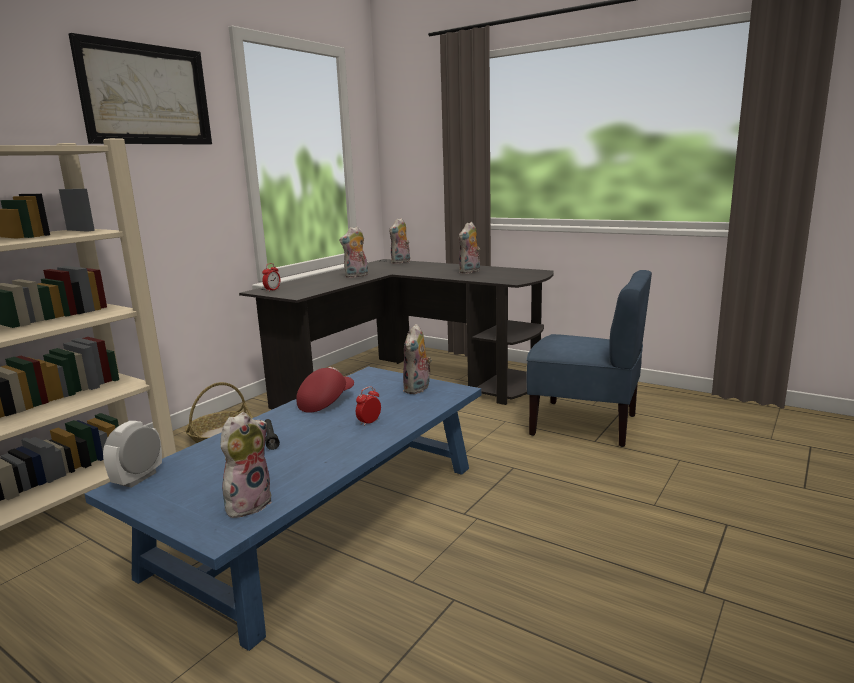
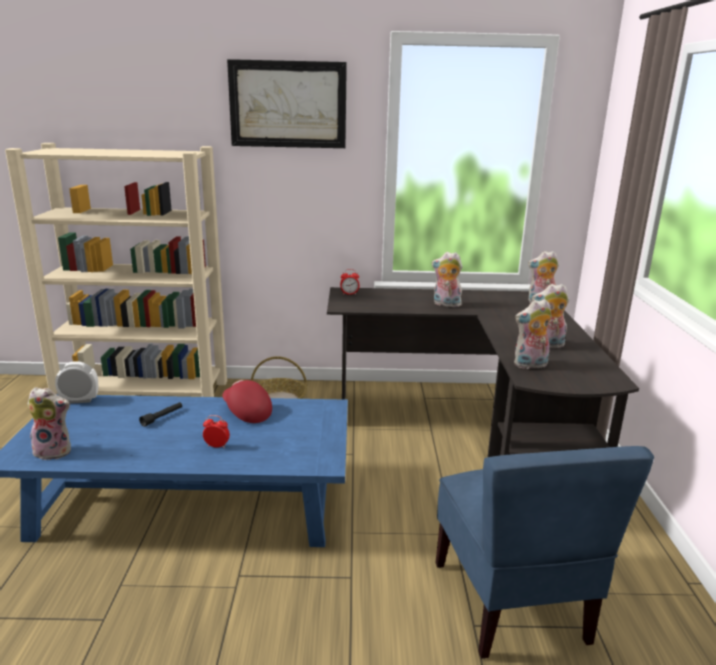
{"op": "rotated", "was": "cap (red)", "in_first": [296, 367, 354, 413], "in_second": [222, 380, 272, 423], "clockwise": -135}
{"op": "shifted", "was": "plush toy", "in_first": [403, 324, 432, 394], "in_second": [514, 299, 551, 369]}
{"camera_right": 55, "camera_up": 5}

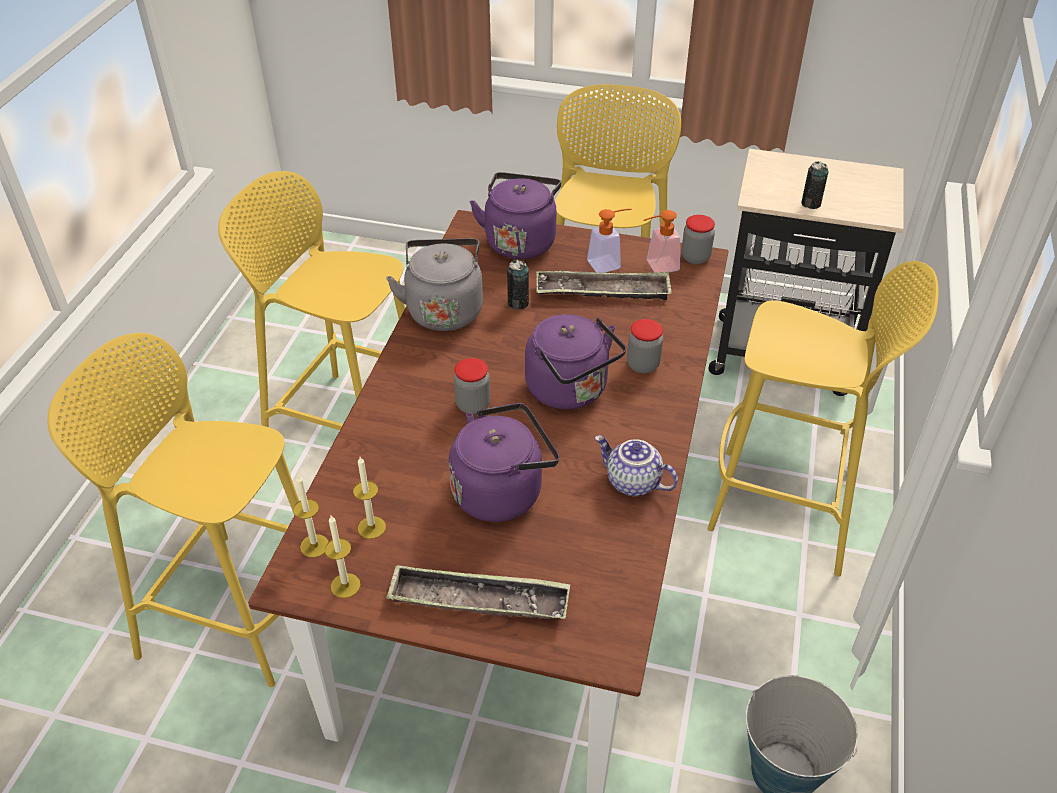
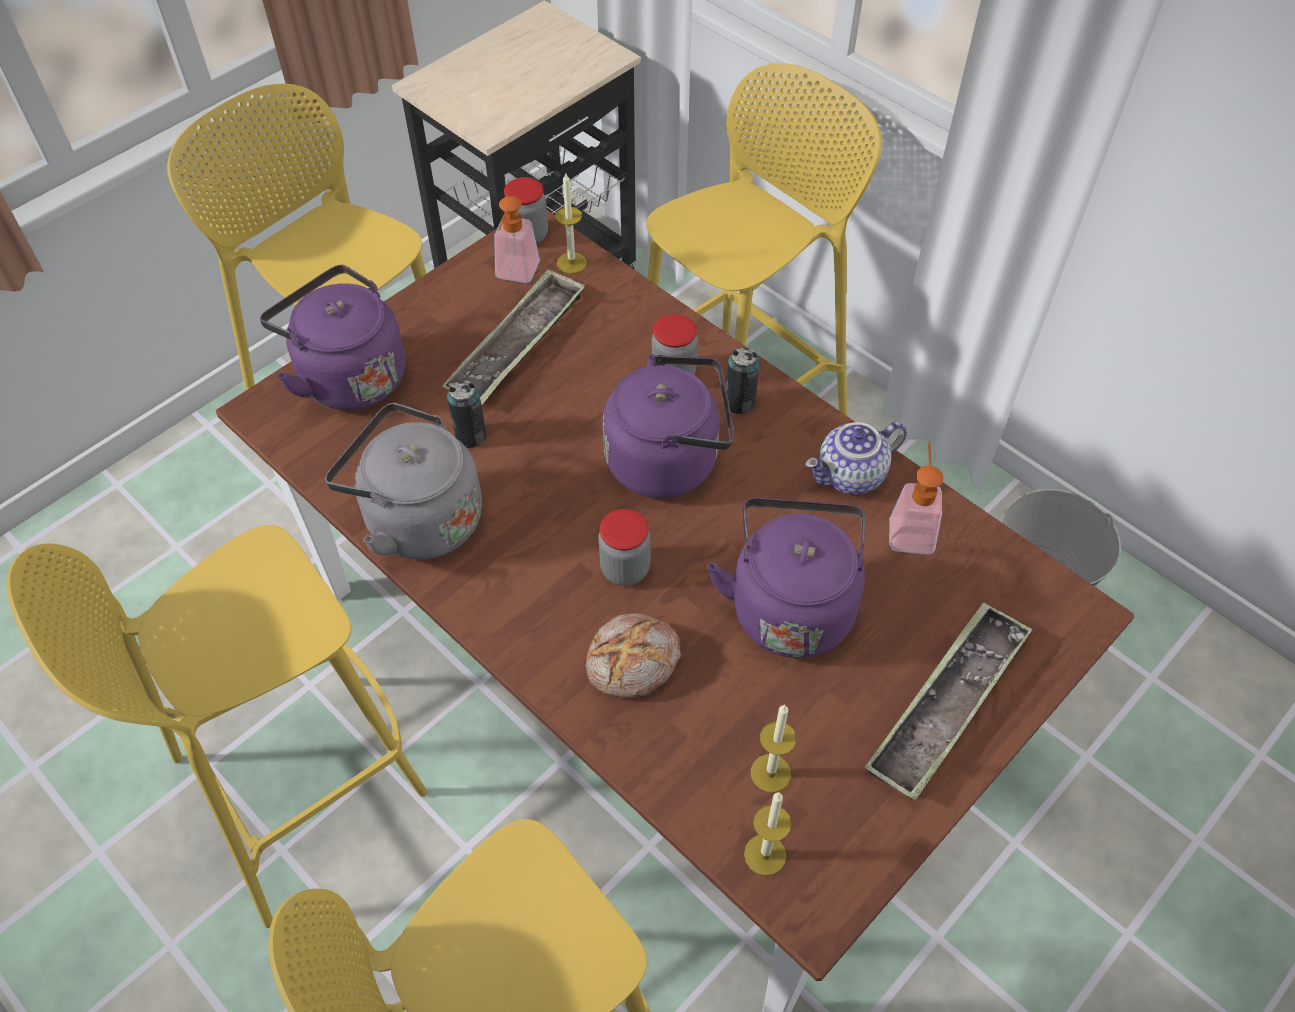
{"op": "shifted", "was": "candle", "in_first": [325, 516, 360, 598], "in_second": [555, 173, 587, 274]}
{"op": "new", "now": "bread", "in_second": [586, 613, 681, 698]}
{"op": "shifted", "was": "can", "in_first": [801, 161, 829, 209], "in_second": [726, 347, 760, 414]}
{"op": "shifted", "was": "soap dispenser", "in_first": [587, 209, 631, 273], "in_second": [889, 442, 944, 555]}
{"camera_right": -60, "camera_up": 10}

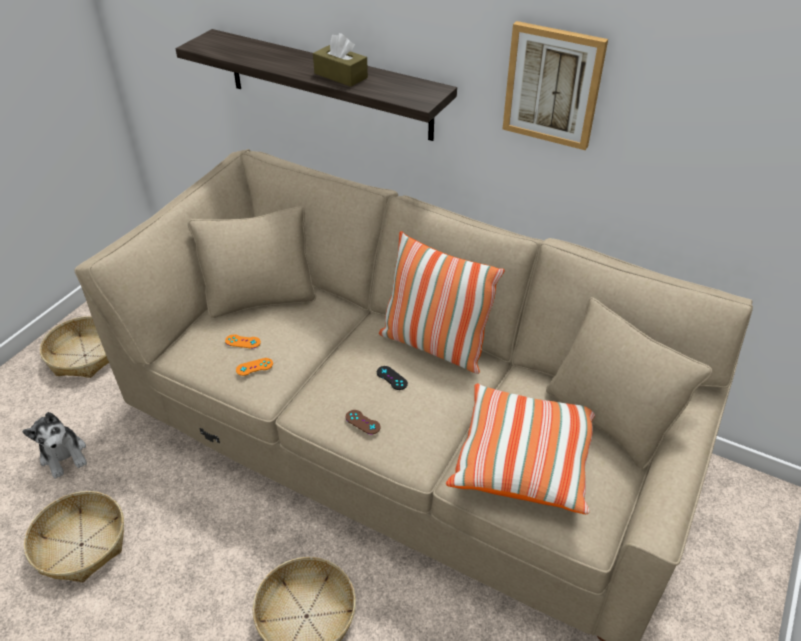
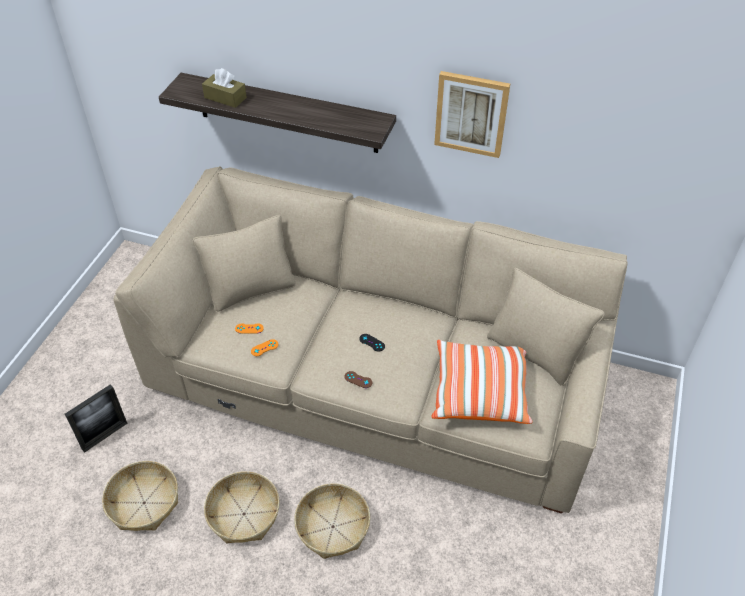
{"op": "swapped", "was": "plush toy", "now": "picture frame", "in_first": [22, 412, 87, 479], "in_second": [65, 384, 127, 453]}
{"op": "shifted", "was": "tissue box (brown)", "in_first": [313, 33, 368, 87], "in_second": [202, 68, 247, 108]}
{"op": "shifted", "was": "basket", "in_first": [40, 316, 109, 378], "in_second": [204, 471, 280, 543]}
{"op": "gone", "was": "pillow", "in_first": [379, 231, 505, 374]}
{"camera_right": -10, "camera_up": 5}

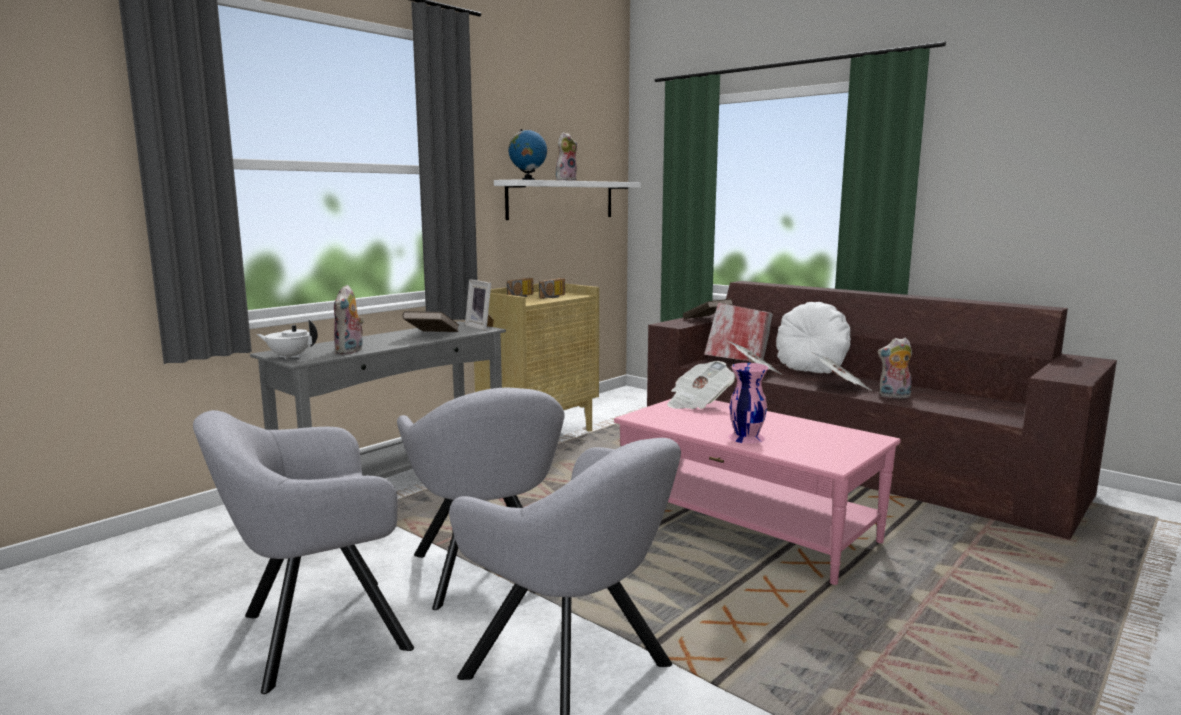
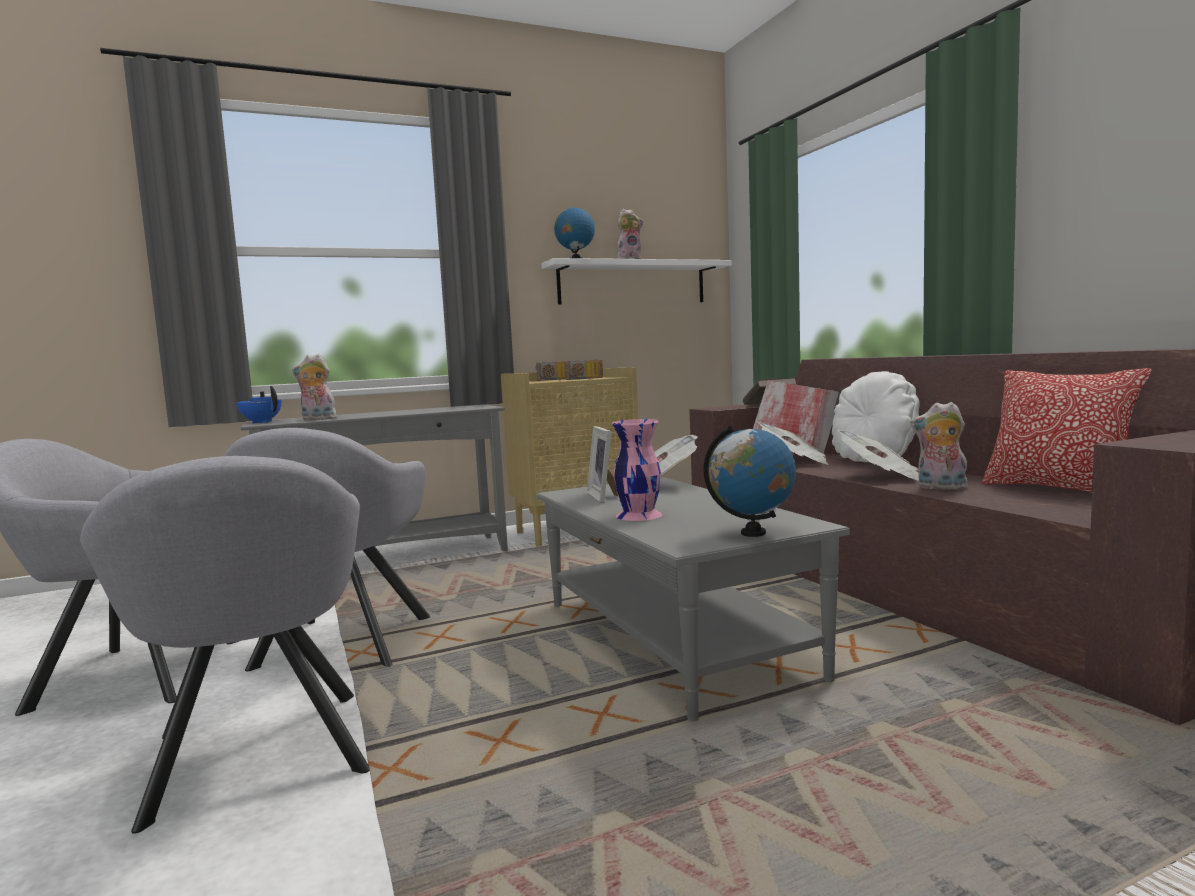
{"op": "repainted", "was": "teapot (white)", "now": "teapot (blue)", "in_first": [257, 320, 318, 359], "in_second": [236, 386, 282, 424]}
{"op": "rotated", "was": "plush toy", "in_first": [334, 285, 364, 355], "in_second": [292, 354, 337, 421], "clockwise": 60}
{"op": "repainted", "was": "coffee table (pink)", "now": "coffee table (grey)", "in_first": [614, 399, 901, 585], "in_second": [537, 477, 850, 721]}
{"op": "shifted", "was": "picture frame", "in_first": [465, 279, 494, 331], "in_second": [587, 426, 618, 503]}
{"op": "new", "now": "globe", "in_second": [704, 426, 796, 537]}
{"op": "new", "now": "pillow", "in_second": [982, 368, 1152, 493]}
{"op": "gone", "was": "book (brown)", "in_first": [402, 311, 459, 332]}
{"camera_right": 25, "camera_up": -5}

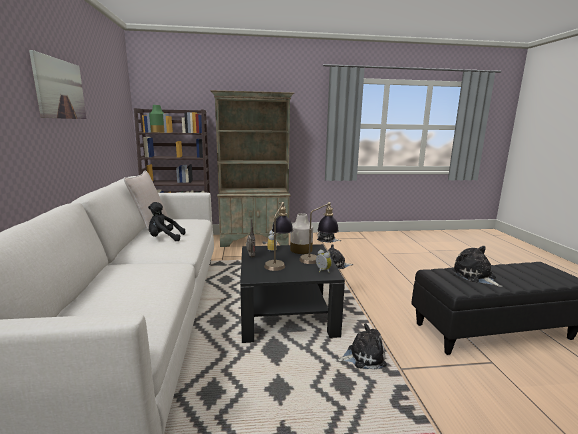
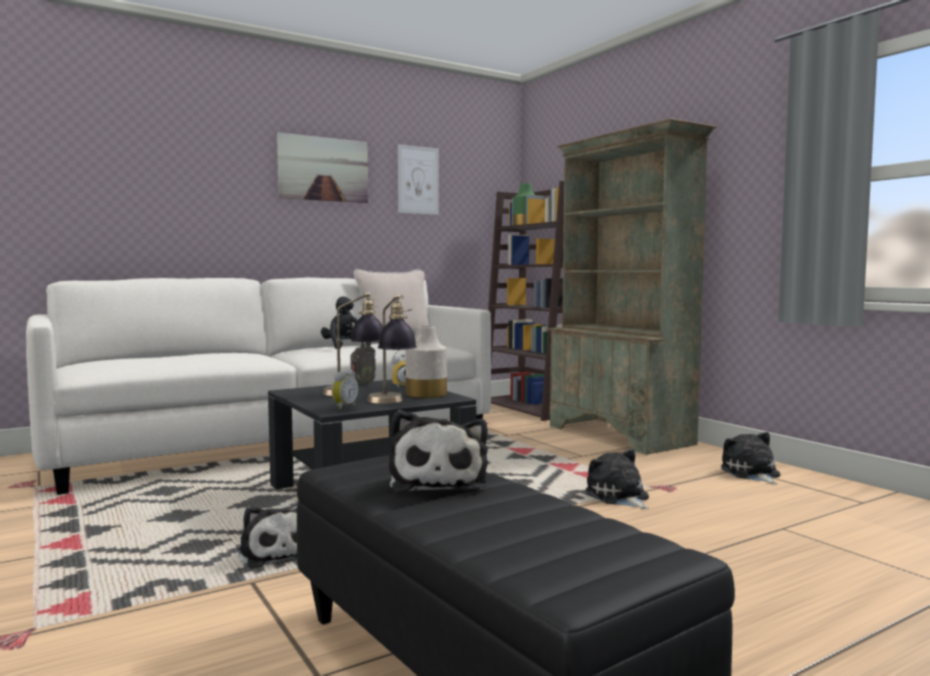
{"op": "rotated", "was": "plush toy", "in_first": [452, 246, 502, 287], "in_second": [389, 410, 488, 493], "clockwise": 135}
{"op": "new", "now": "picture", "in_second": [398, 144, 439, 215]}
{"camera_right": 65, "camera_up": -10}

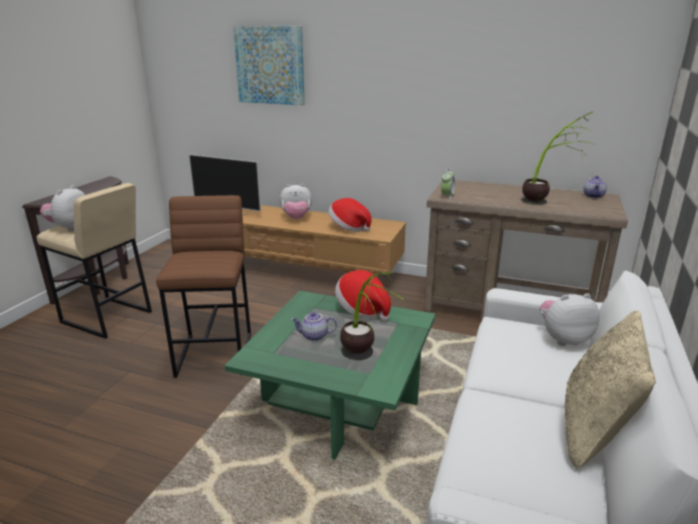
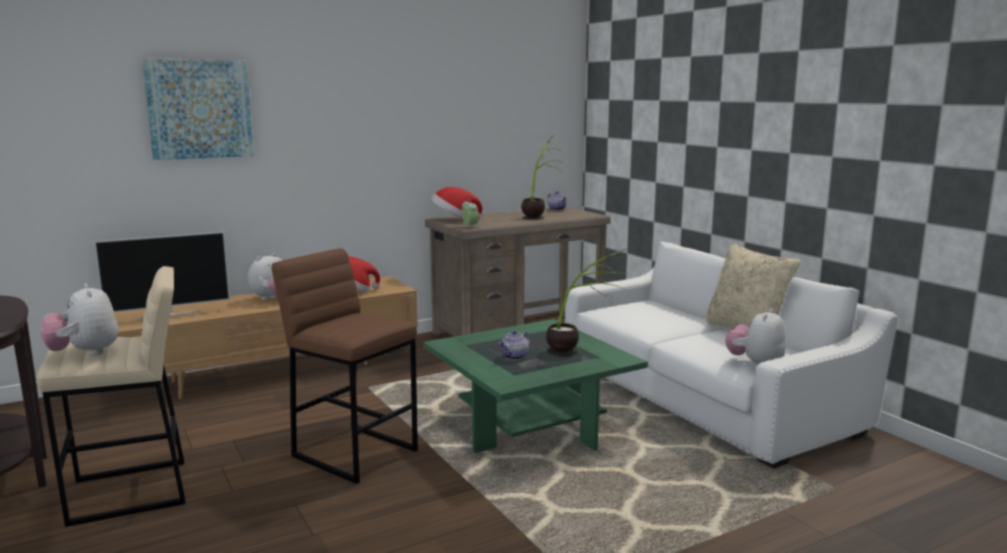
{"op": "shifted", "was": "hat", "in_first": [335, 270, 391, 321], "in_second": [431, 187, 482, 219]}
{"op": "shifted", "was": "plush toy", "in_first": [540, 294, 600, 346], "in_second": [725, 308, 786, 365]}
{"camera_right": -50, "camera_up": -10}

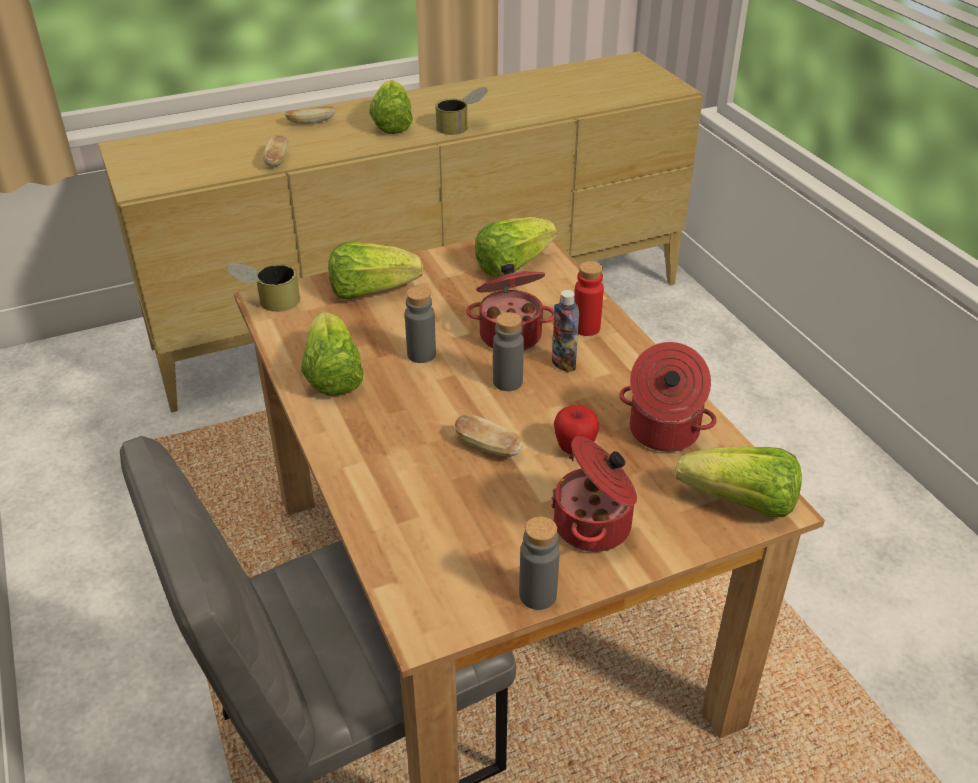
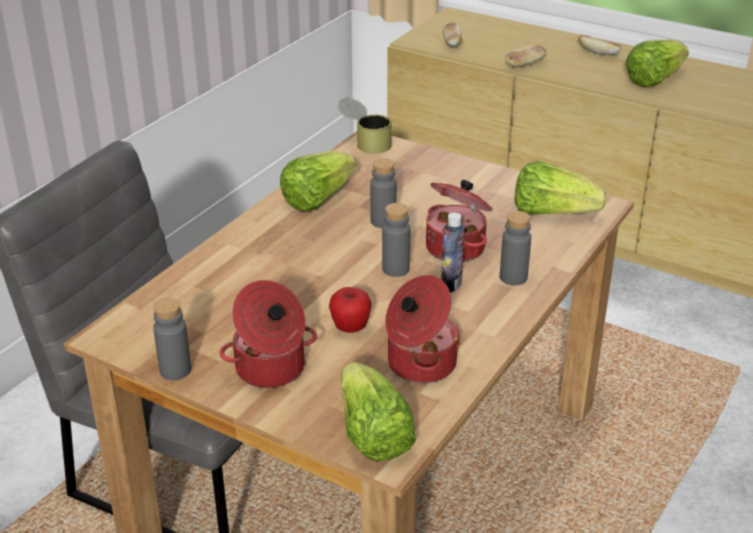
{"op": "shifted", "was": "bread", "in_first": [455, 415, 522, 457], "in_second": [443, 22, 462, 47]}
{"op": "repainted", "was": "bottle (red)", "now": "bottle (grey)", "in_first": [575, 261, 604, 336], "in_second": [500, 211, 531, 285]}
{"op": "gone", "was": "lettuce", "in_first": [328, 242, 423, 300]}
{"op": "gone", "was": "can", "in_first": [435, 87, 487, 135]}
{"camera_right": 55, "camera_up": -5}

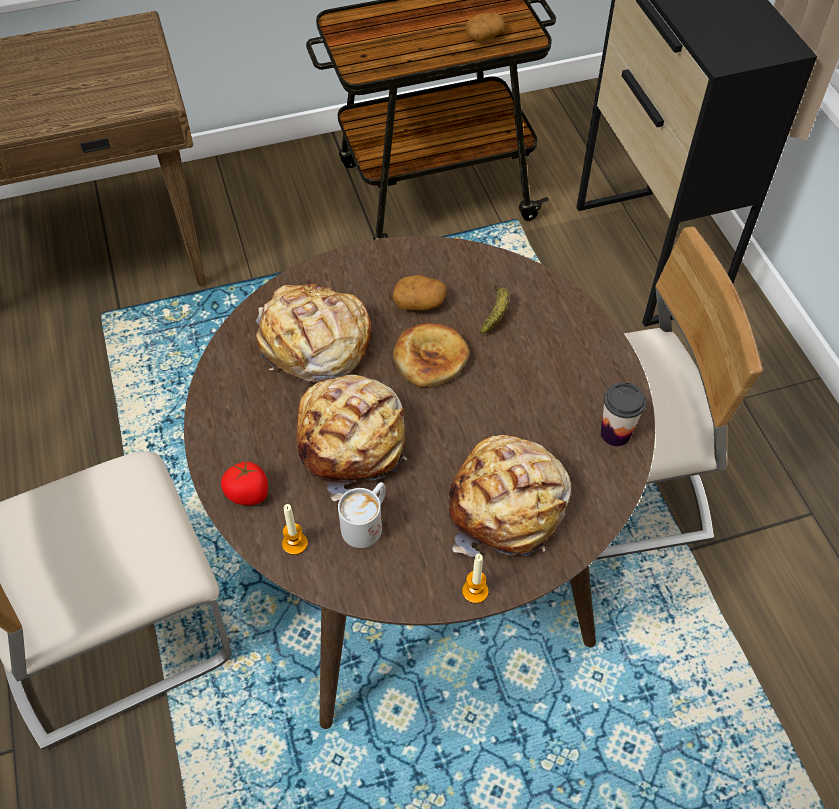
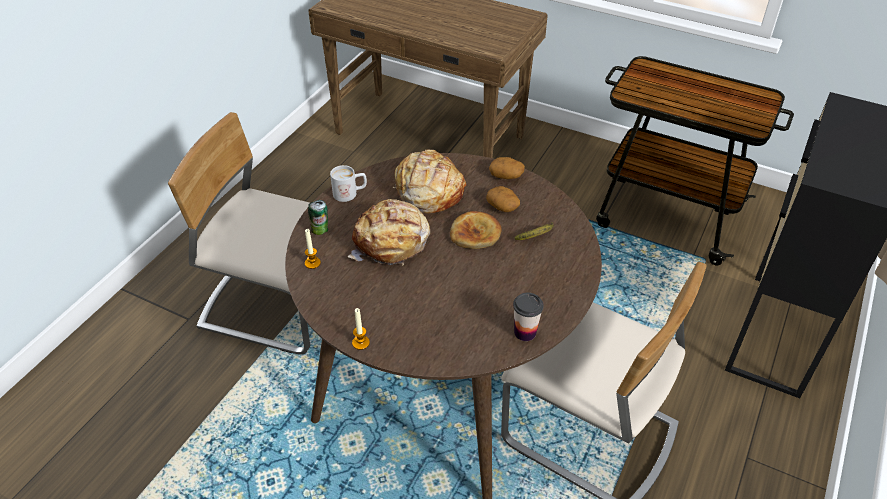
{"op": "swapped", "was": "tomato", "now": "can", "in_first": [221, 460, 268, 505], "in_second": [308, 200, 328, 235]}
{"op": "shifted", "was": "mug (white)", "in_first": [338, 482, 385, 548], "in_second": [330, 165, 367, 202]}
{"op": "shifted", "was": "potato", "in_first": [466, 13, 505, 42], "in_second": [489, 157, 525, 179]}
{"op": "gone", "was": "bread", "in_first": [449, 435, 571, 557]}
{"camera_right": 45, "camera_up": -10}

